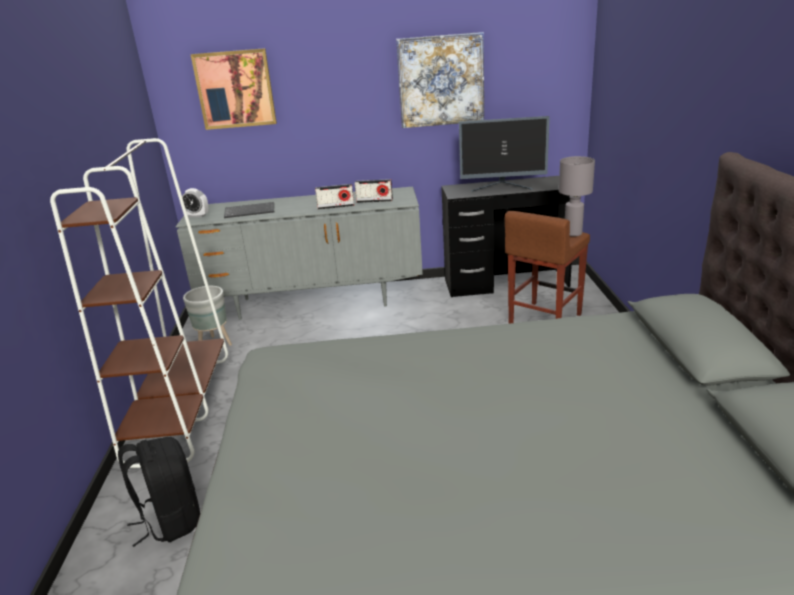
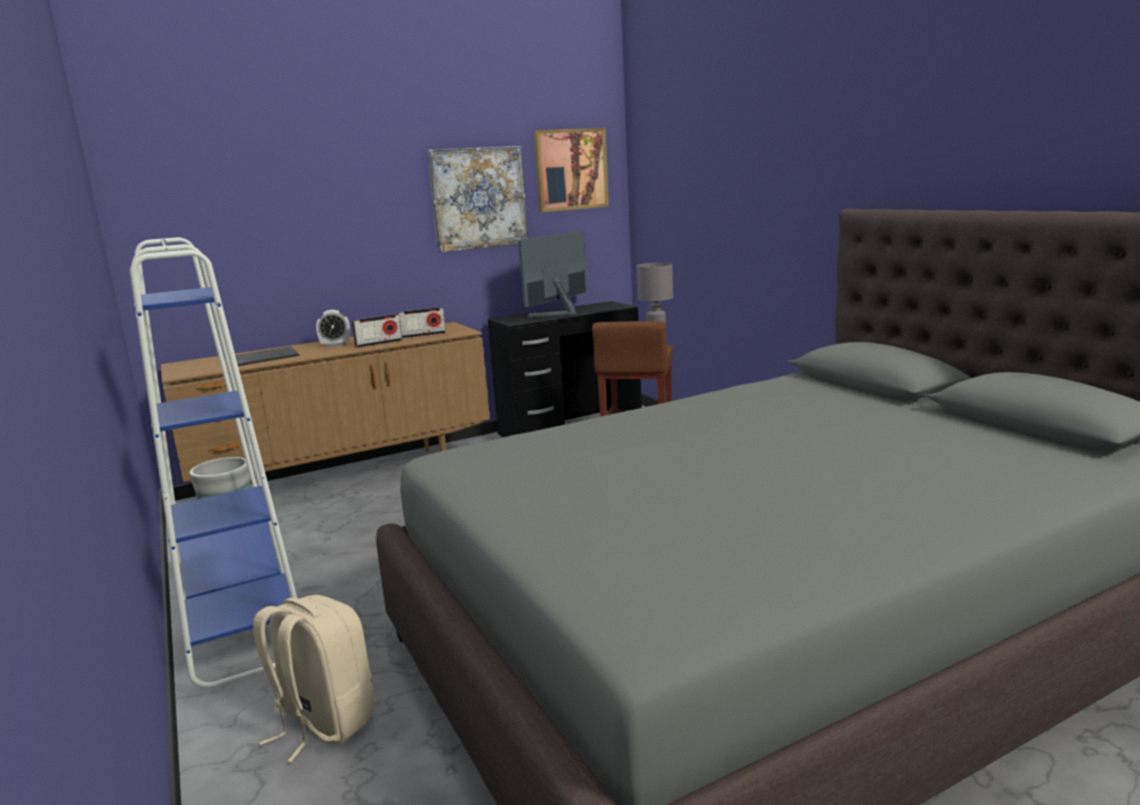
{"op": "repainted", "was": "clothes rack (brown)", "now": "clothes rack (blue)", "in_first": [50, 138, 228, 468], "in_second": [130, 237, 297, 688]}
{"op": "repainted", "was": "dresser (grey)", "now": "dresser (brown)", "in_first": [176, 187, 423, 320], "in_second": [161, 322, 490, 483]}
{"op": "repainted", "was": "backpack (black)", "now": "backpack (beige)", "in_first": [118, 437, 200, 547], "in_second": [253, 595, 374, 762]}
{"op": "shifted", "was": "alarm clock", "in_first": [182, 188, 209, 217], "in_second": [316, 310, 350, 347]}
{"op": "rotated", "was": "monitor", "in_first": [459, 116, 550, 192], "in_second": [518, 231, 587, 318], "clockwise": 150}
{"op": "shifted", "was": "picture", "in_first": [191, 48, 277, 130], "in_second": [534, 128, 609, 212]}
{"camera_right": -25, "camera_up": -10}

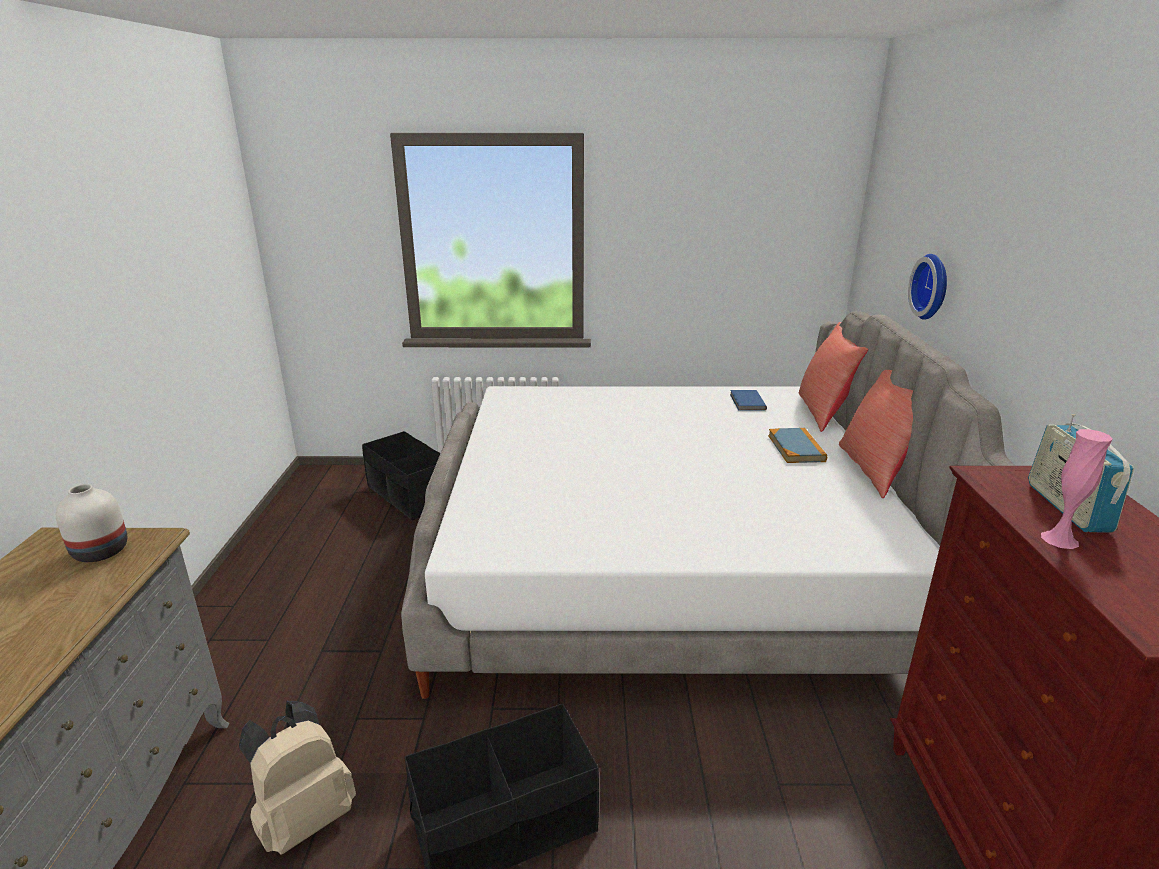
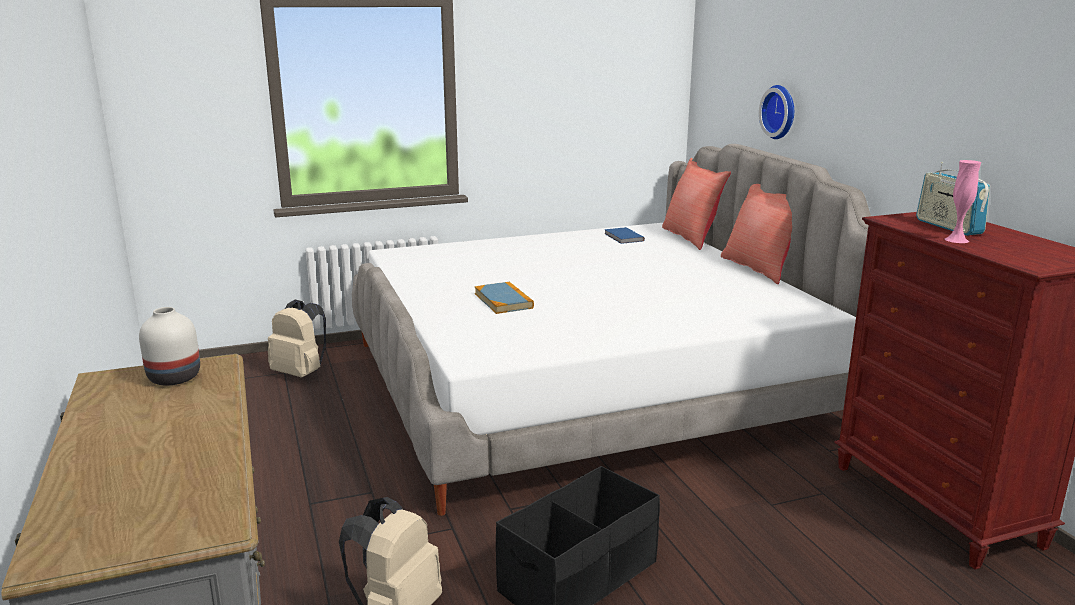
{"op": "swapped", "was": "storage box (black)", "now": "backpack (beige)", "in_first": [362, 431, 440, 520], "in_second": [268, 300, 326, 378]}
{"op": "shifted", "was": "book", "in_first": [768, 428, 827, 463], "in_second": [475, 282, 534, 314]}
{"camera_right": -20, "camera_up": -5}

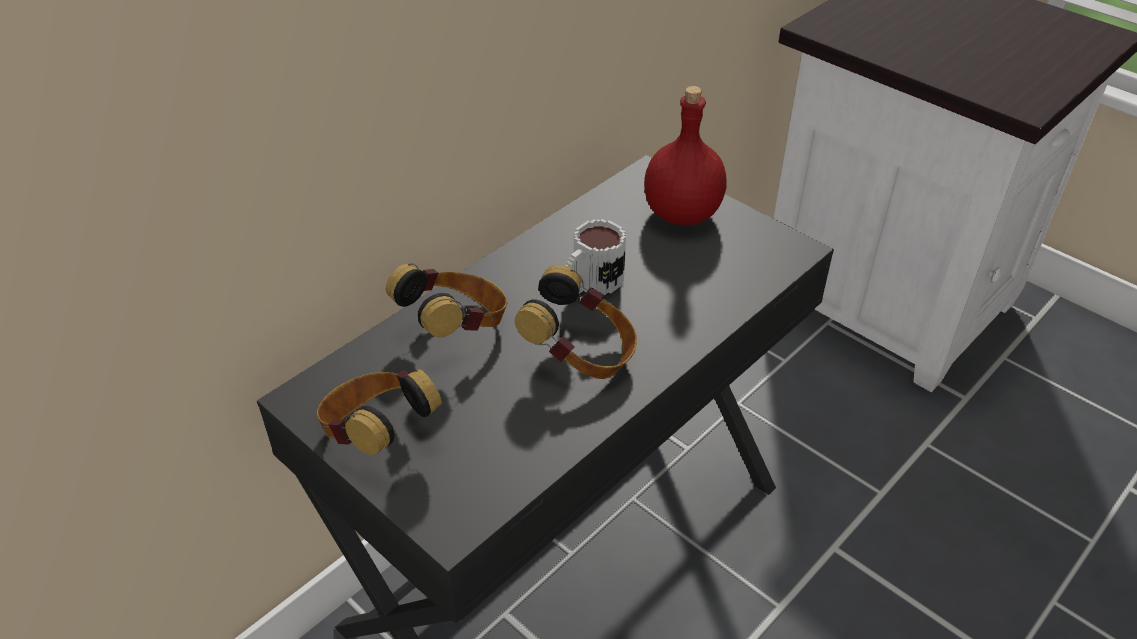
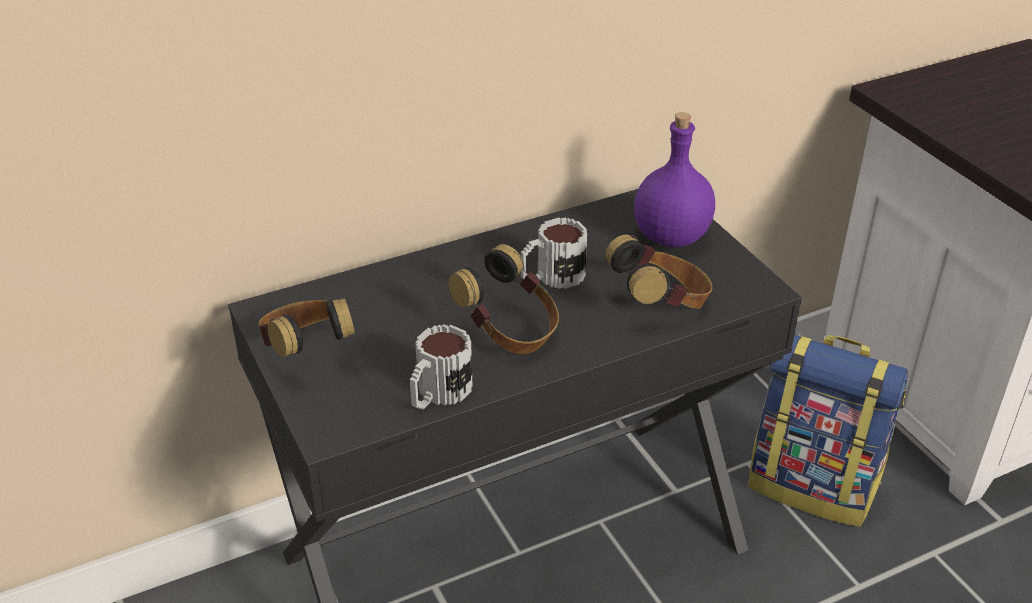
{"op": "new", "now": "mug", "in_second": [410, 324, 473, 409]}
{"op": "shifted", "was": "headphones", "in_first": [386, 264, 507, 337], "in_second": [605, 234, 712, 309]}
{"op": "repainted", "was": "bottle (red)", "now": "bottle (purple)", "in_first": [644, 86, 726, 225], "in_second": [634, 112, 715, 248]}
{"op": "new", "now": "backpack", "in_second": [748, 335, 908, 527]}
{"camera_right": 20, "camera_up": -5}

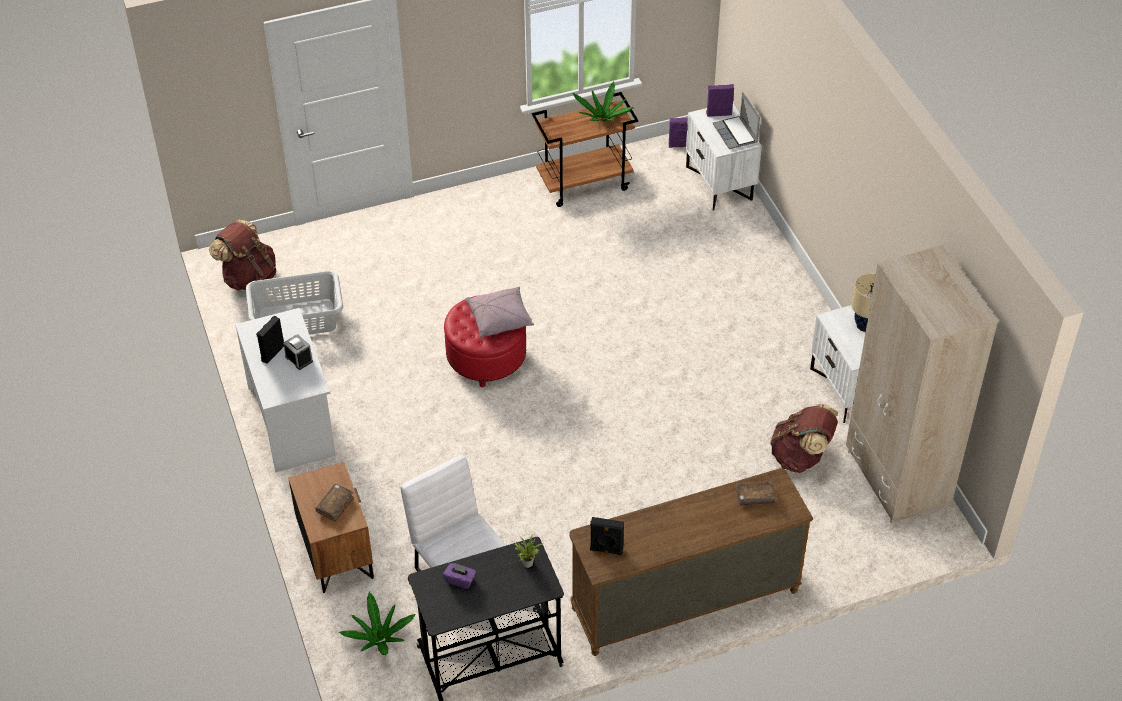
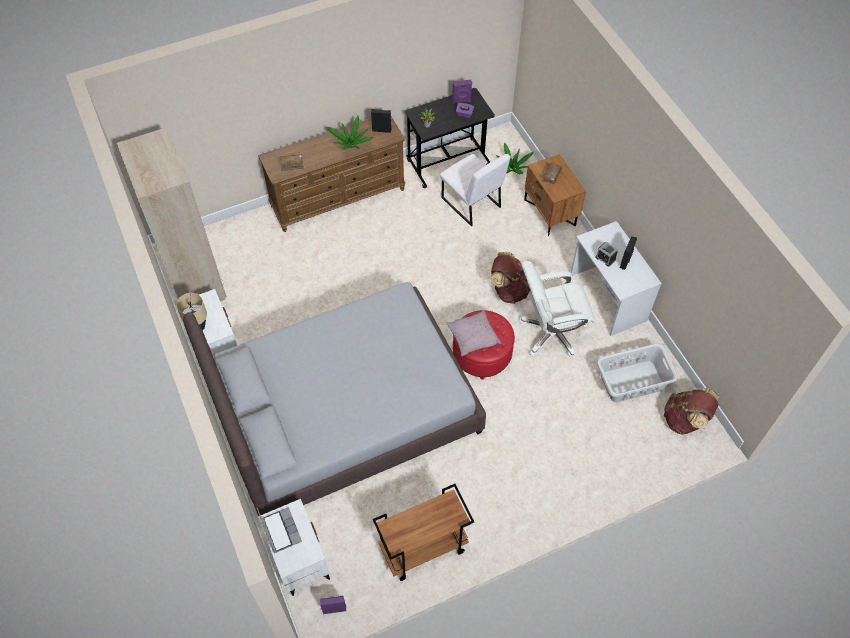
{"op": "new", "now": "bed (grey)", "in_second": [183, 282, 486, 516]}
{"op": "shifted", "was": "potted plant", "in_first": [573, 81, 634, 122], "in_second": [327, 116, 373, 150]}
{"op": "shifted", "was": "speaker (purple)", "in_first": [706, 84, 734, 117], "in_second": [452, 80, 472, 104]}
{"op": "shifted", "was": "backpack (brown)", "in_first": [770, 404, 838, 473], "in_second": [491, 252, 530, 304]}
{"op": "new", "now": "office chair (white)", "in_second": [519, 261, 595, 356]}
{"camera_right": 175, "camera_up": 10}

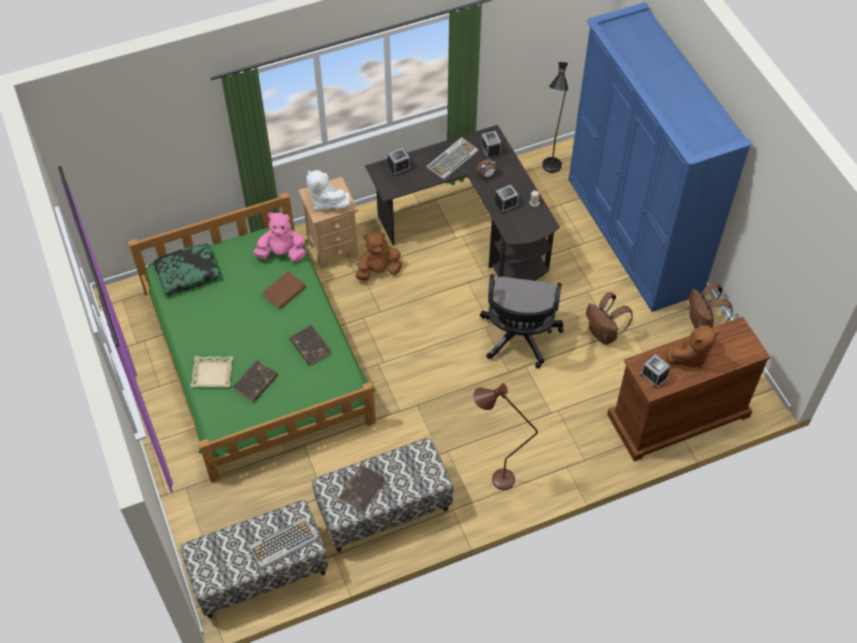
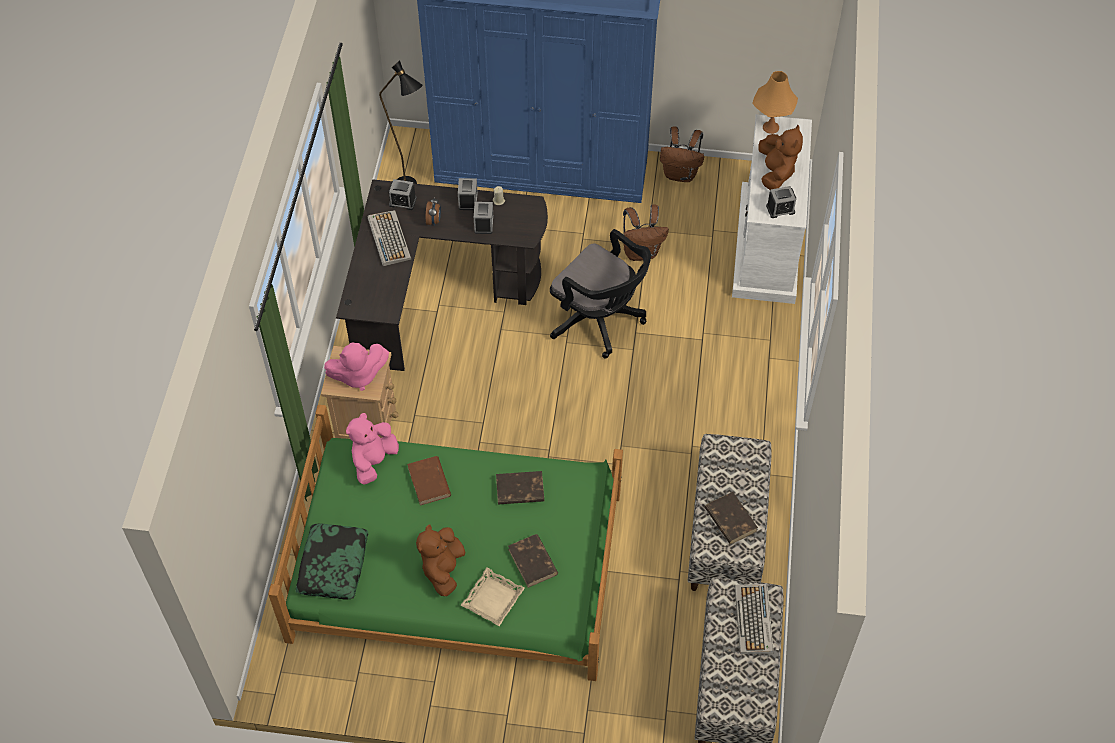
{"op": "repainted", "was": "plush toy (white)", "now": "plush toy (pink)", "in_first": [306, 170, 350, 210], "in_second": [324, 343, 389, 391]}
{"op": "shifted", "was": "plush toy (brown)", "in_first": [355, 232, 402, 281], "in_second": [416, 524, 465, 596]}
{"op": "shifted", "was": "alarm clock", "in_first": [387, 148, 411, 176], "in_second": [458, 178, 478, 210]}
{"op": "repainted", "was": "dresser (brown)", "now": "dresser (white)", "in_first": [607, 316, 771, 461], "in_second": [732, 114, 812, 304]}
{"op": "new", "now": "table lamp (orange)", "in_second": [752, 71, 798, 134]}
{"op": "gone", "was": "floor lamp (brown)", "in_first": [473, 383, 538, 490]}
{"camera_right": -60, "camera_up": 0}

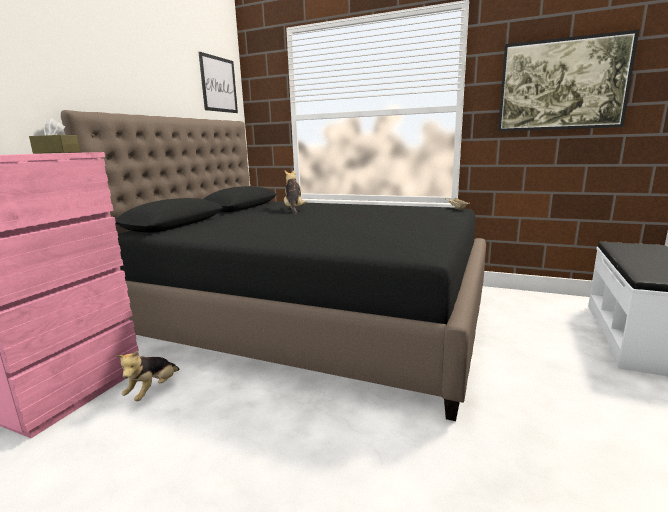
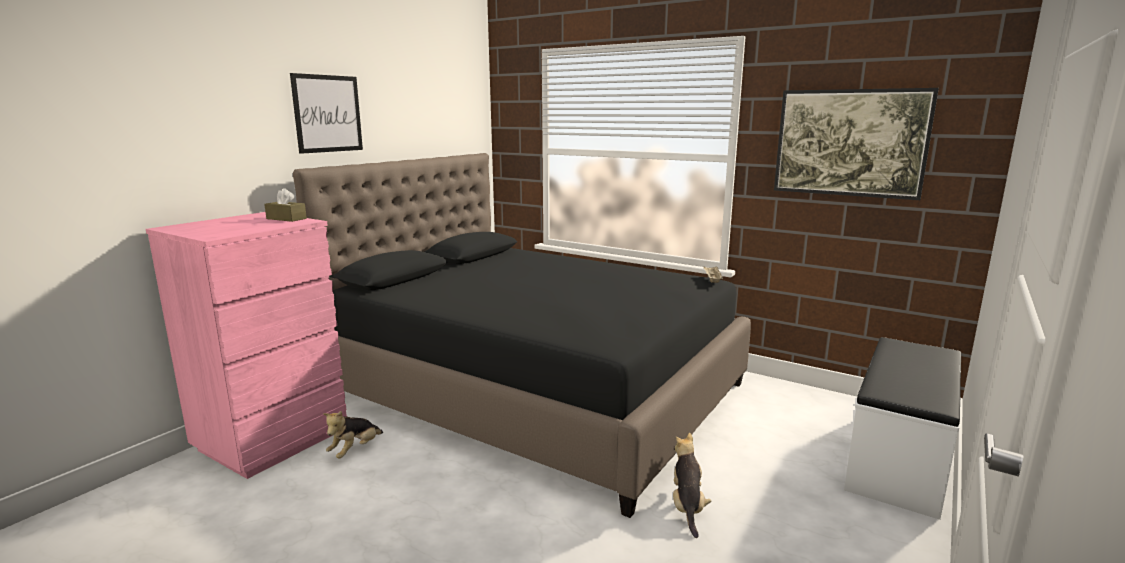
{"op": "shifted", "was": "picture", "in_first": [199, 52, 238, 113], "in_second": [290, 73, 363, 154]}
{"op": "shifted", "was": "plush toy", "in_first": [284, 170, 307, 214], "in_second": [673, 433, 711, 538]}
{"camera_right": 10, "camera_up": 0}

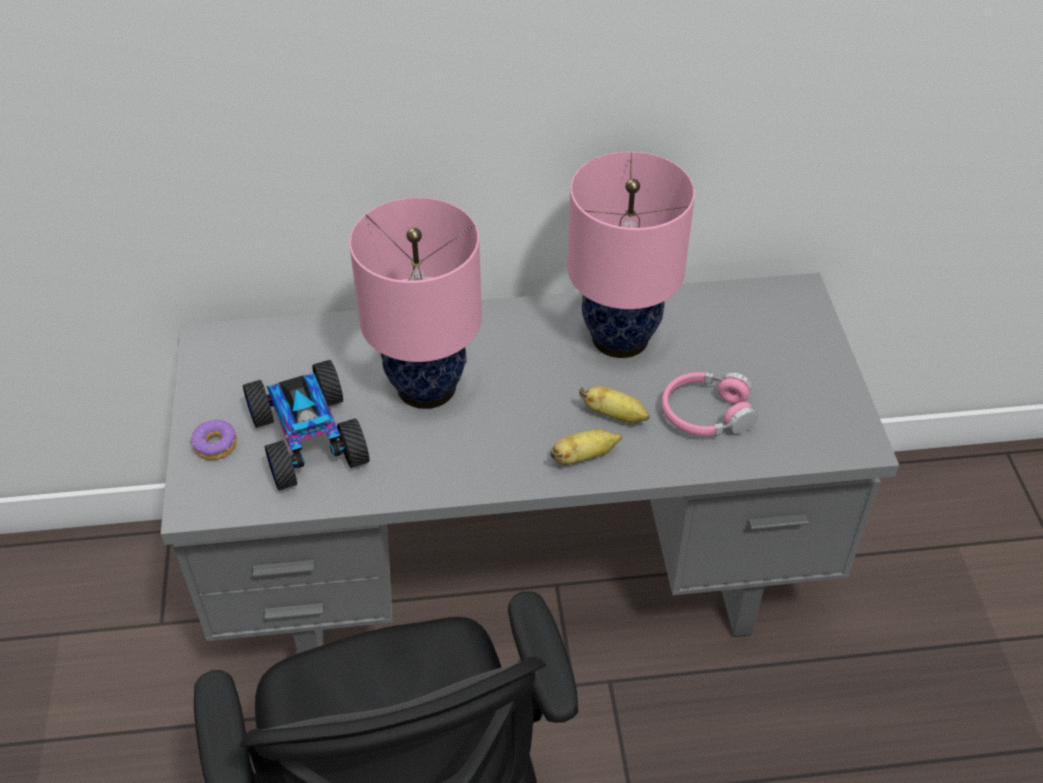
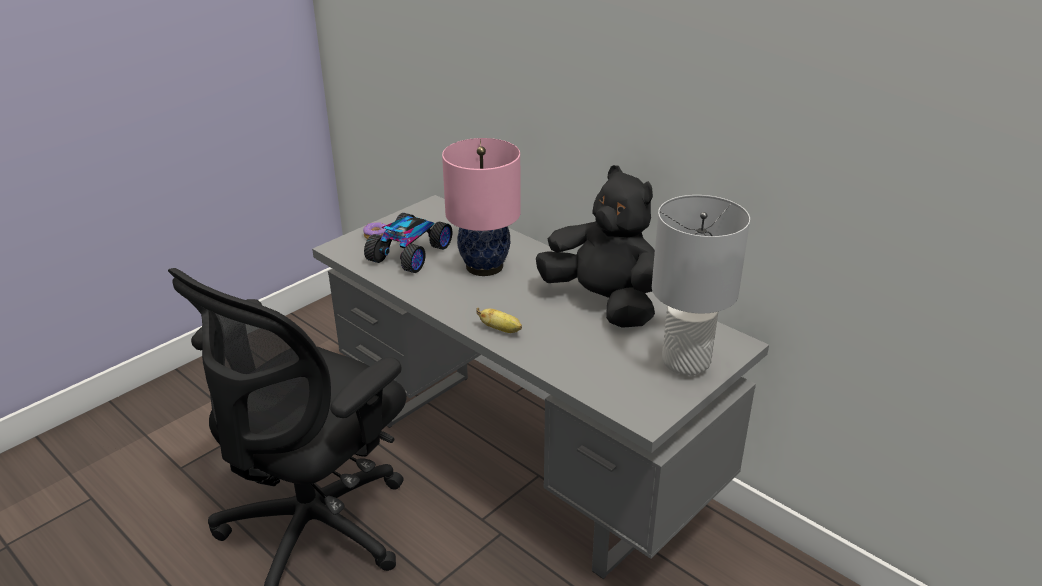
{"op": "swapped", "was": "table lamp (pink)", "now": "plush toy (black)", "in_first": [568, 152, 695, 358], "in_second": [536, 165, 655, 328]}
{"op": "new", "now": "table lamp (grey)", "in_second": [652, 195, 750, 376]}
{"op": "gone", "was": "banana", "in_first": [579, 386, 650, 423]}
{"op": "gone", "was": "headphones (pink)", "in_first": [661, 372, 758, 436]}
{"camera_right": 50, "camera_up": -15}

